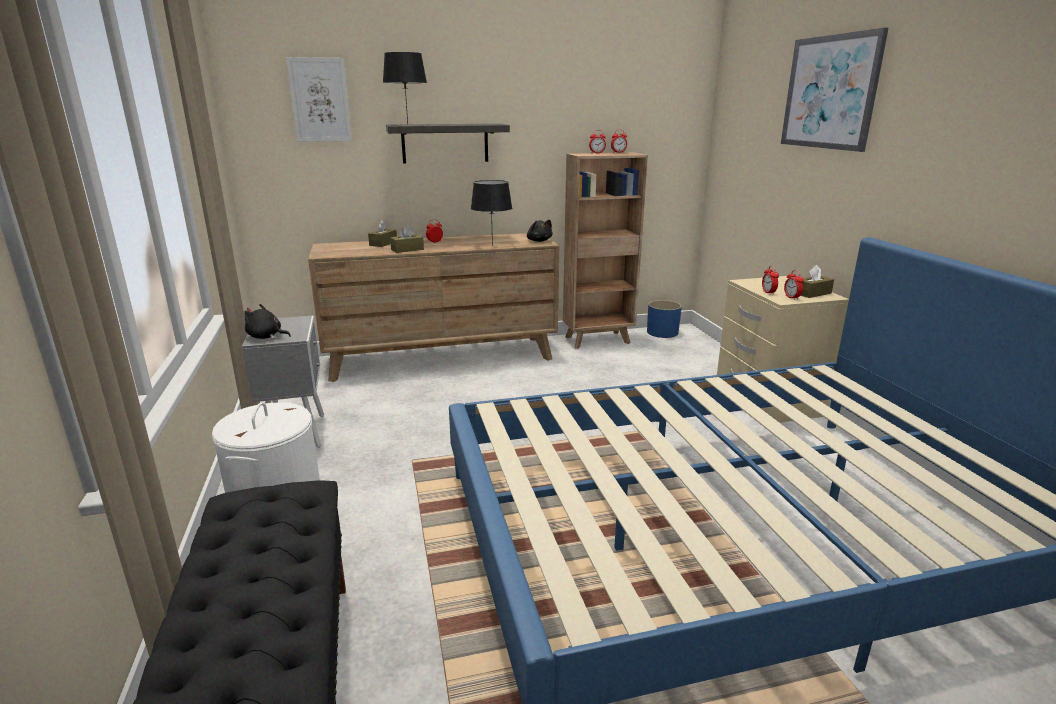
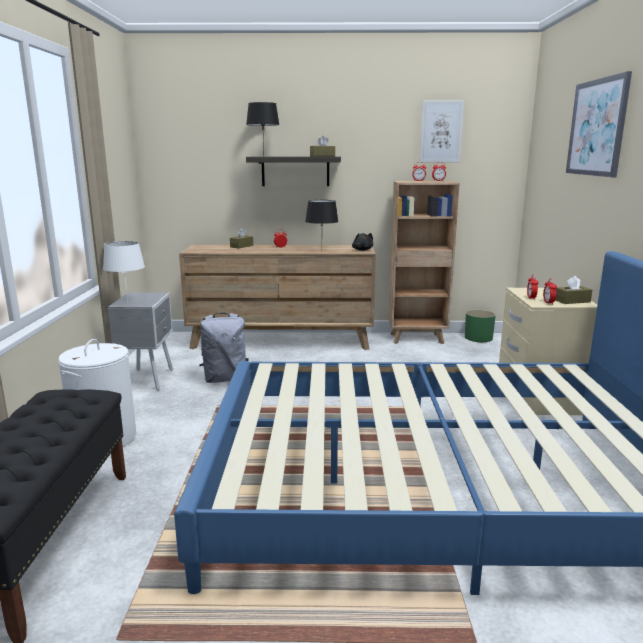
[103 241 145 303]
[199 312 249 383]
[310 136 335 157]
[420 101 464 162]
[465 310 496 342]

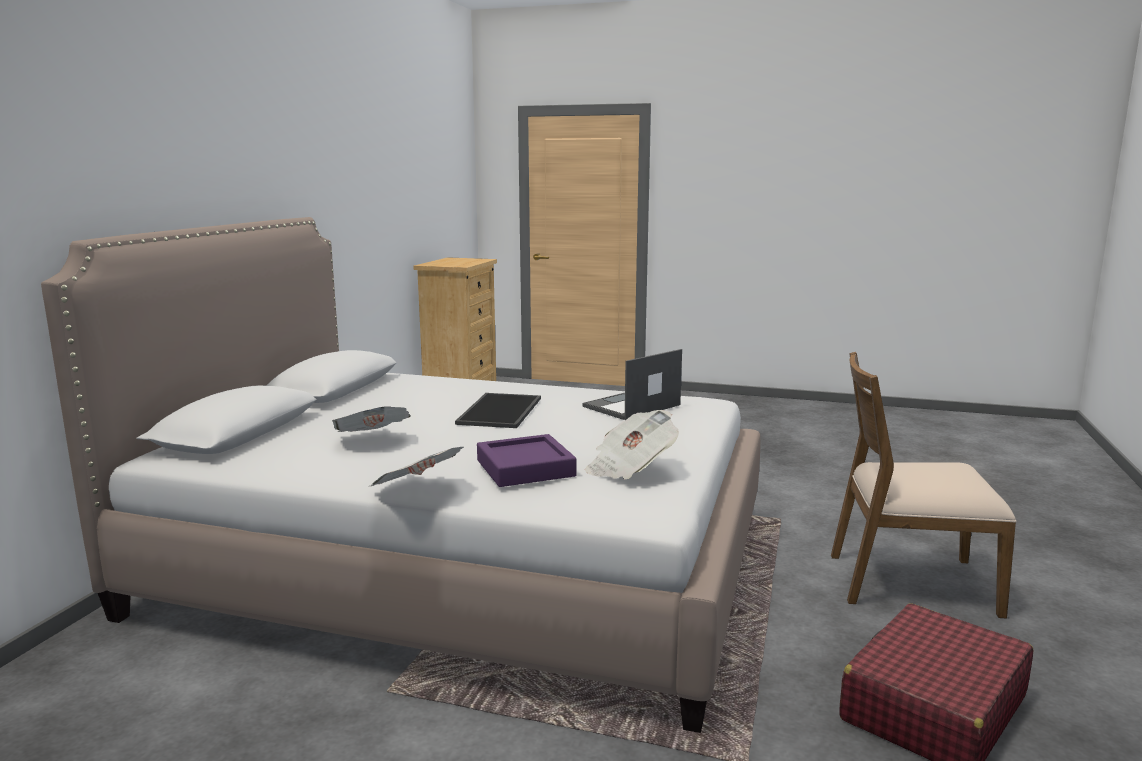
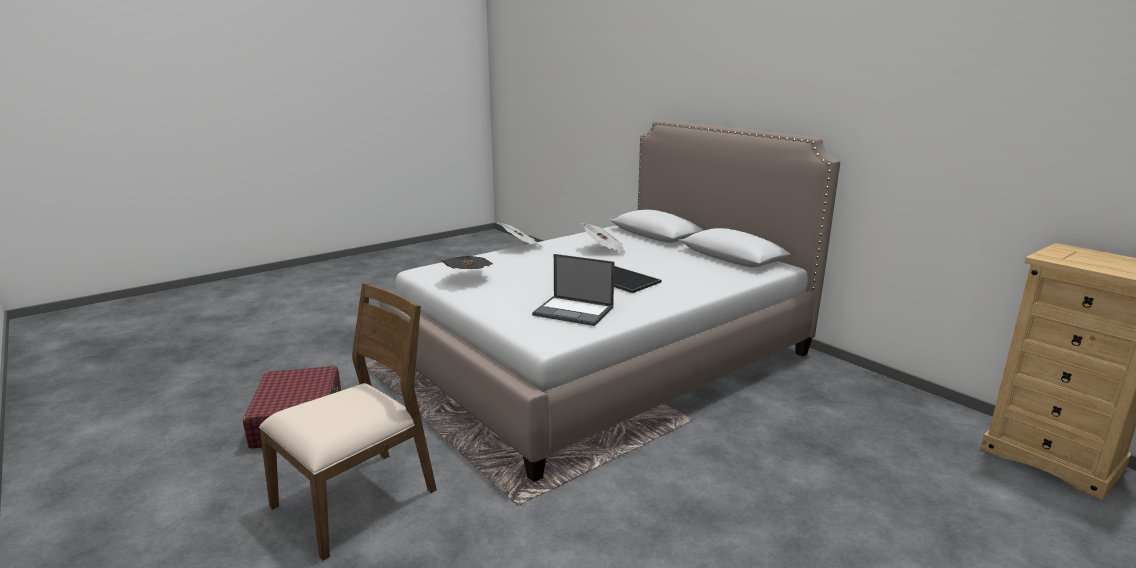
[532 254 614 326]
[477 434 577 487] (first image)

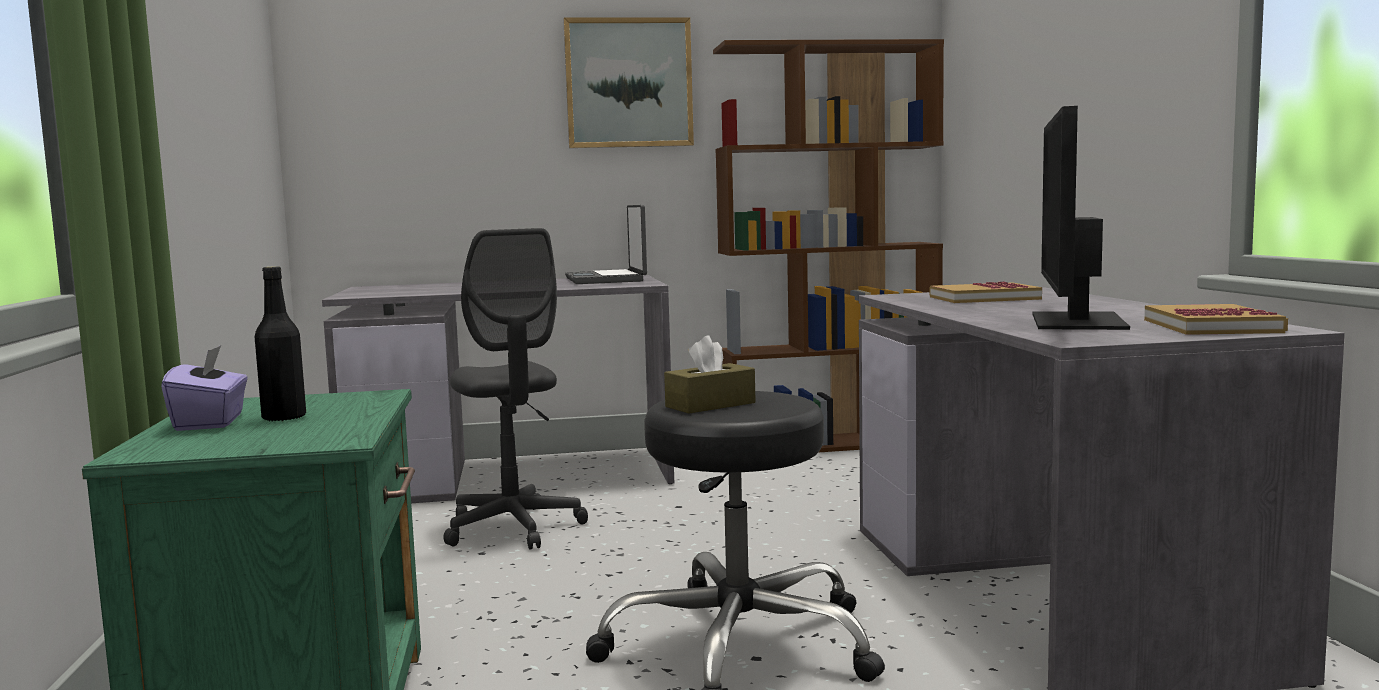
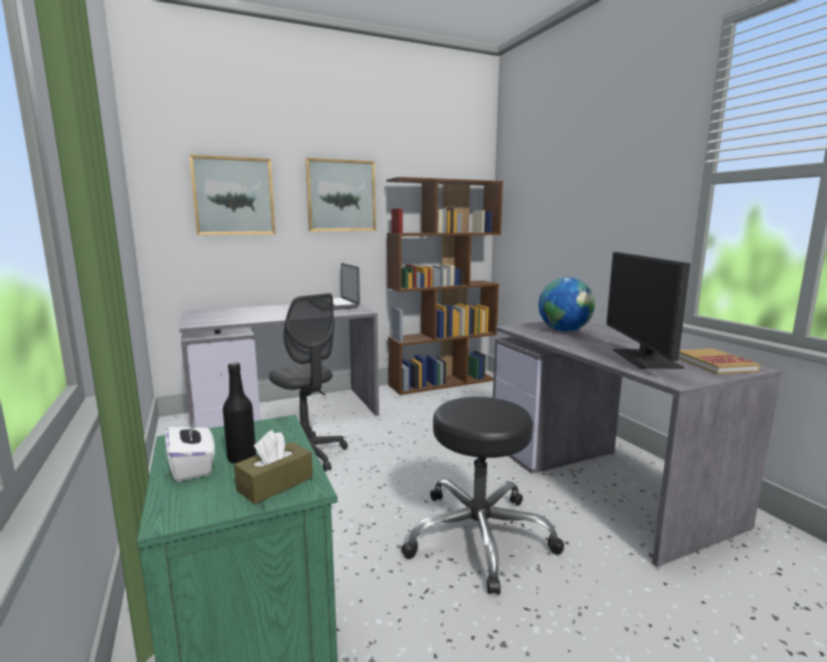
[165 416 215 482]
[189 155 275 235]
[234 430 313 504]
[538 277 595 332]

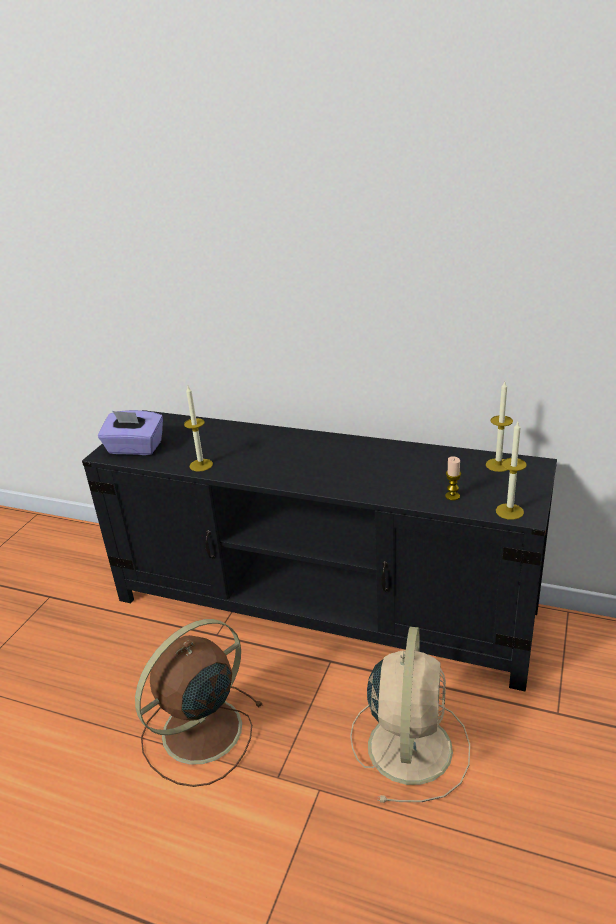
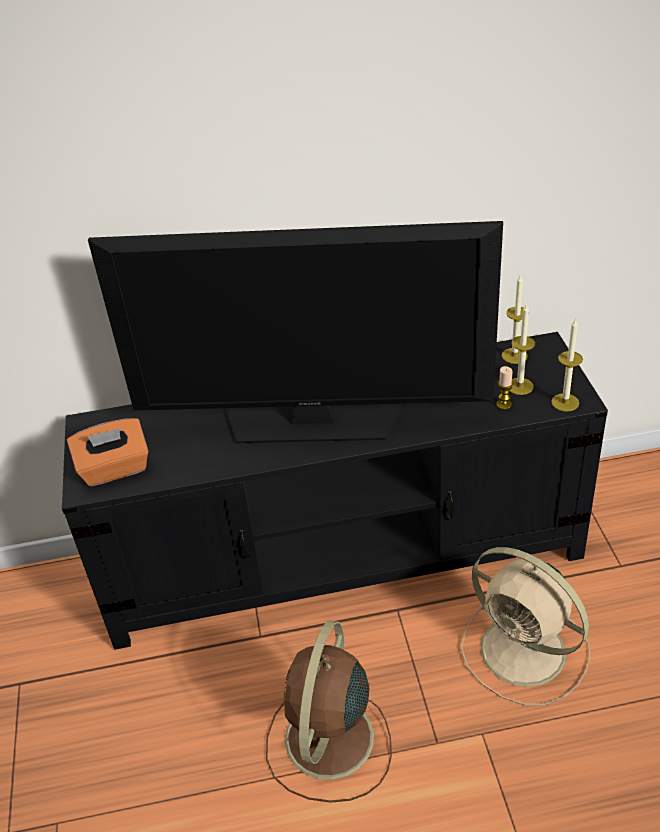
[67 418 148 487]
[88 221 503 443]
[461 547 590 705]
[509 303 535 395]

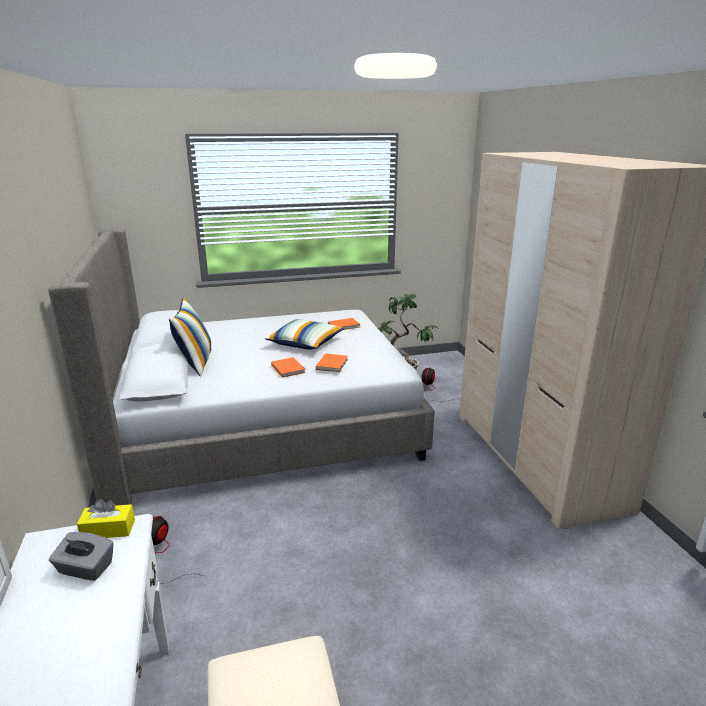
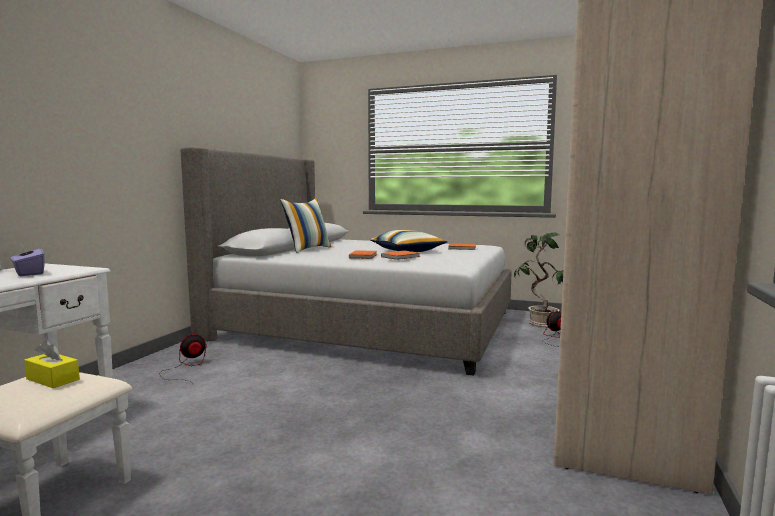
[10 244 45 276]
[24 340 80 388]

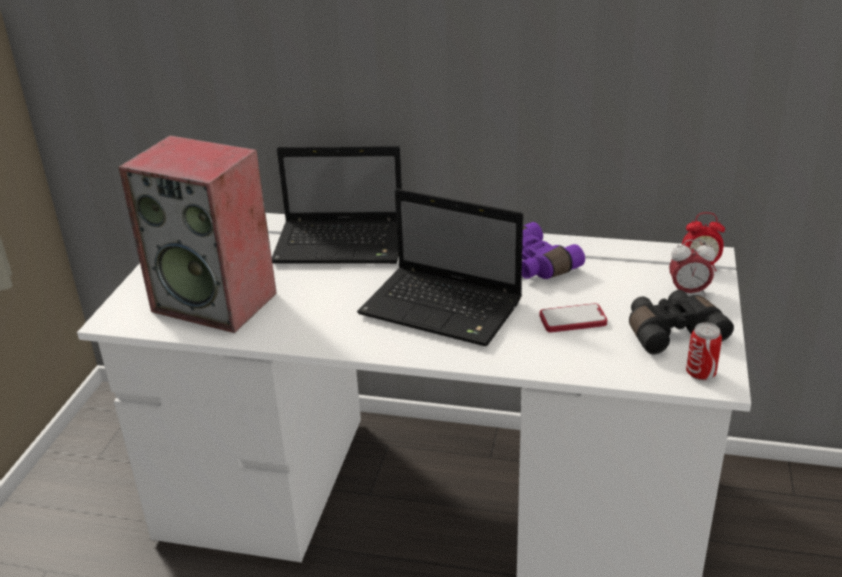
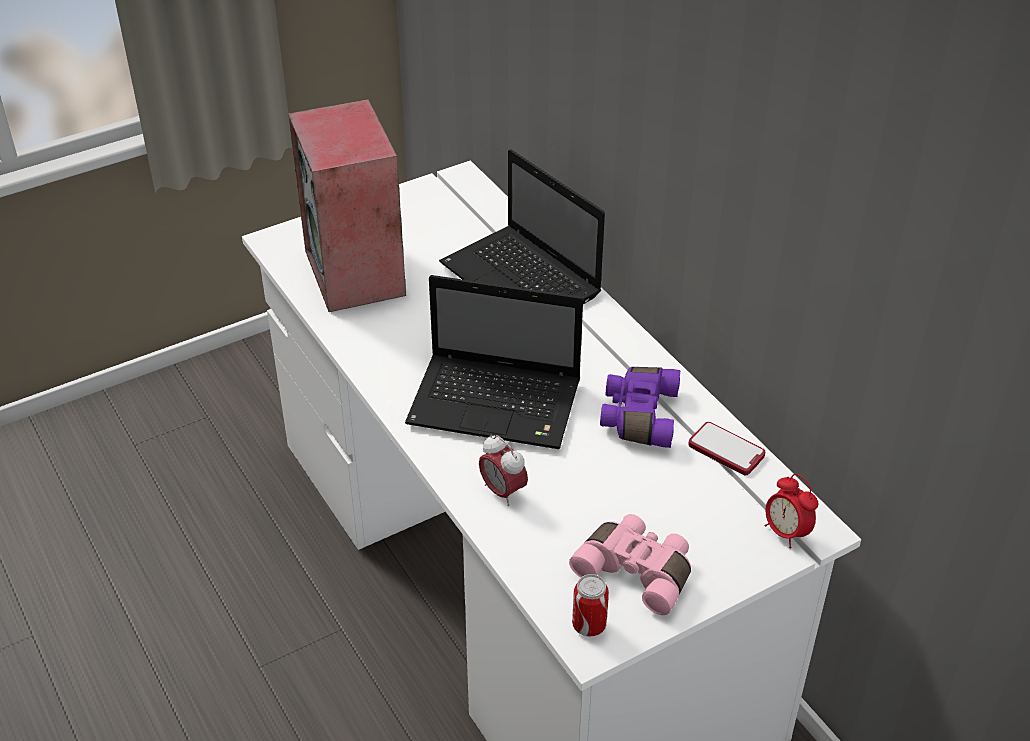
[405 275 583 449]
[479 435 528 506]
[569 514 691 615]
[688 422 765 475]

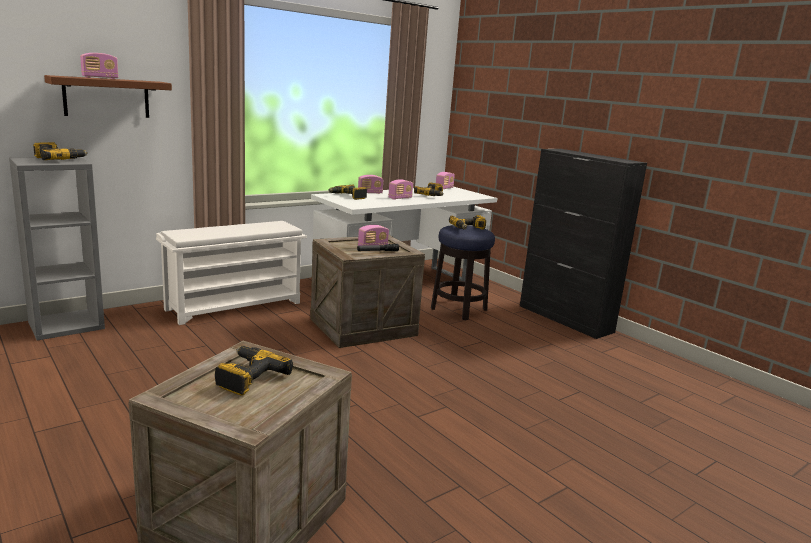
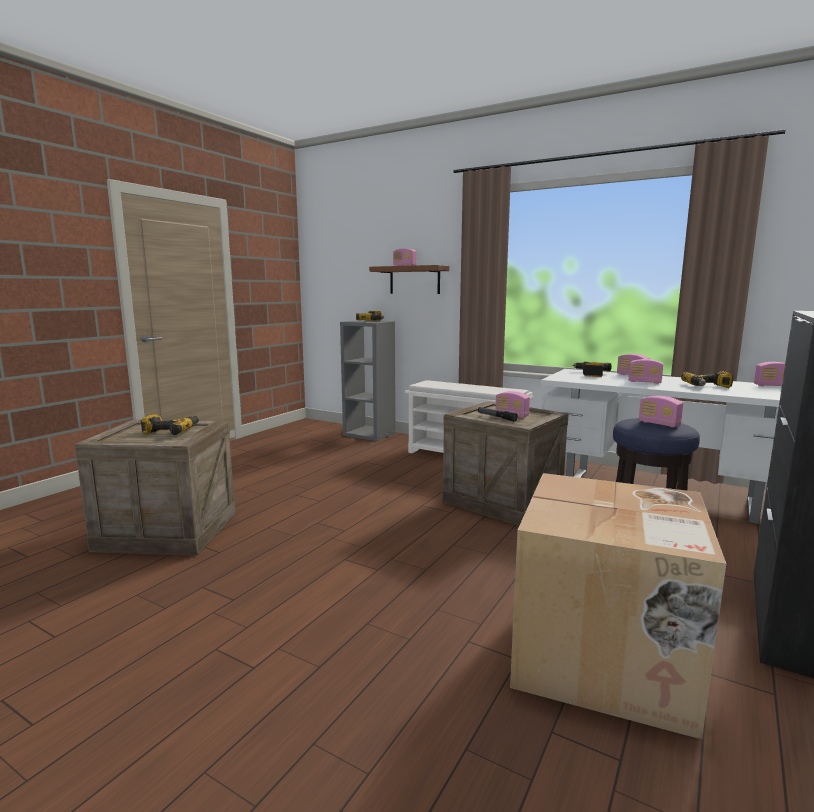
[510 473 726 740]
[639 396 683 427]

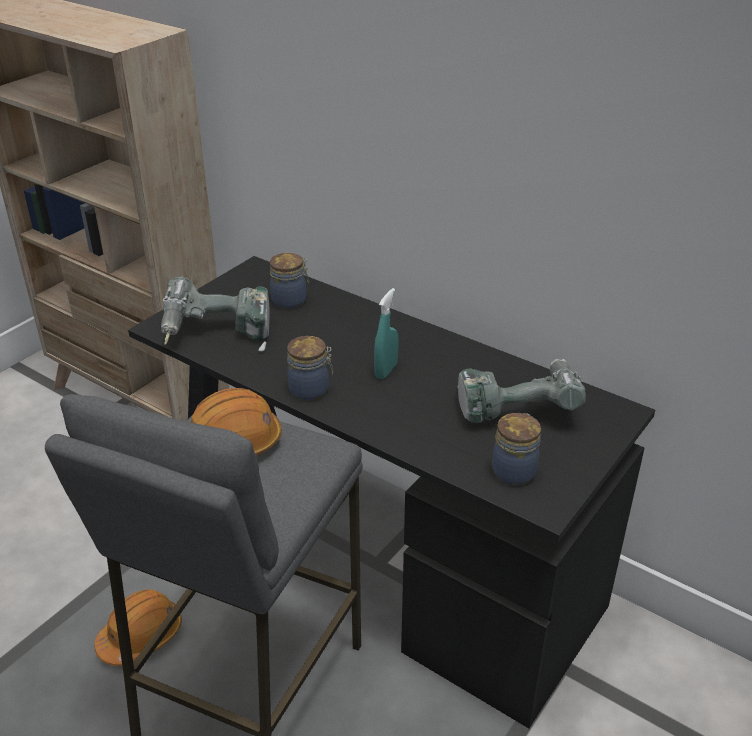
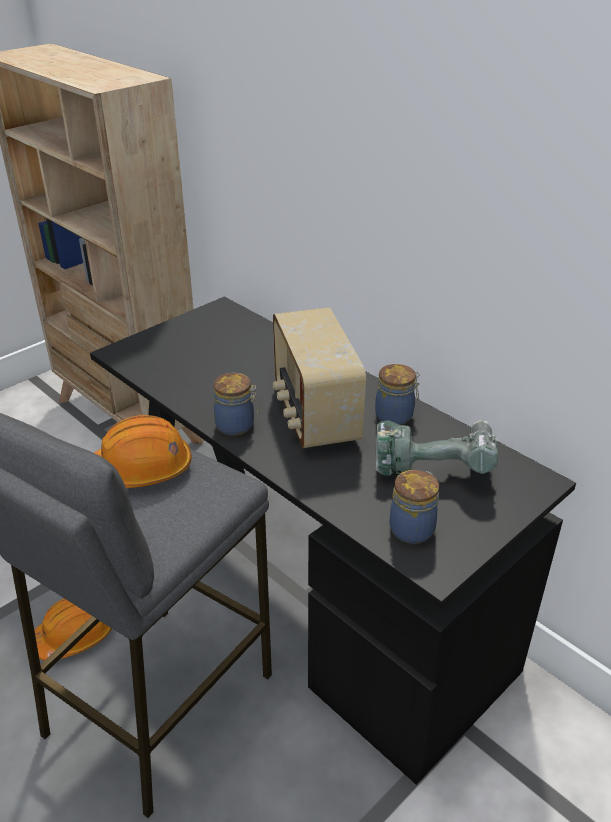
[273 307 366 448]
[375 364 420 425]
[161 276 270 352] (first image)

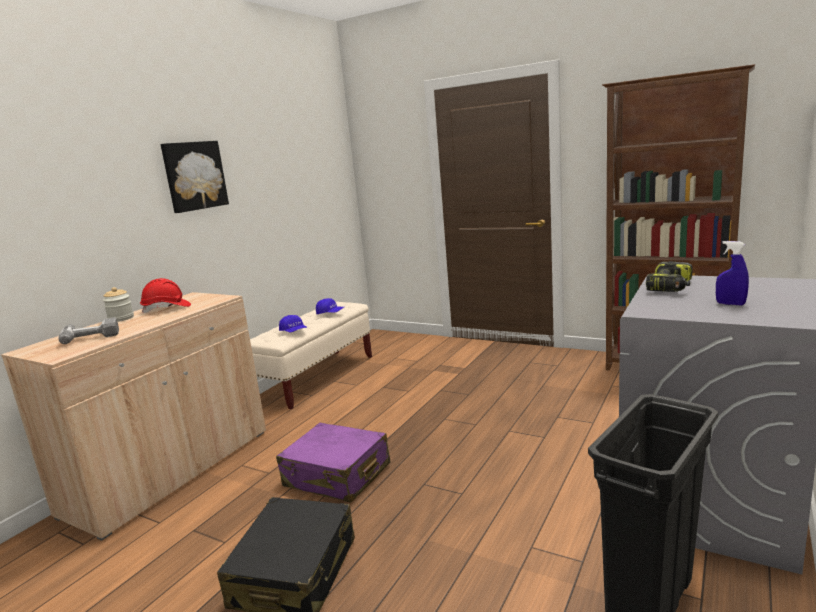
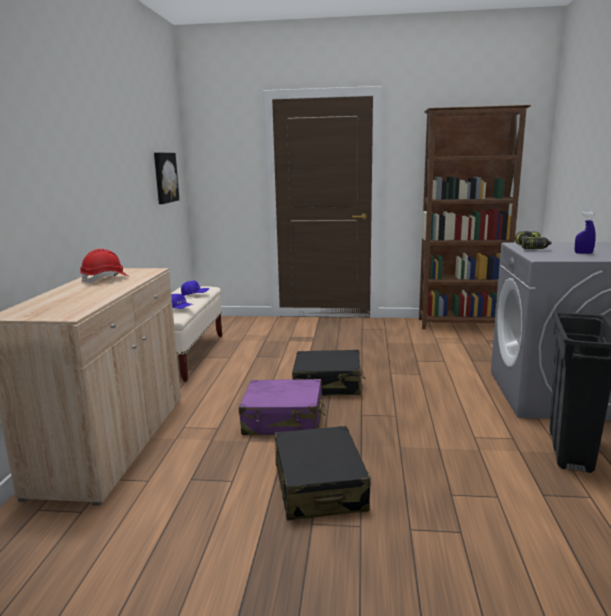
[154 153 179 204]
[292 350 366 396]
[58 317 119 344] (first image)
[103 287 134 322] (first image)

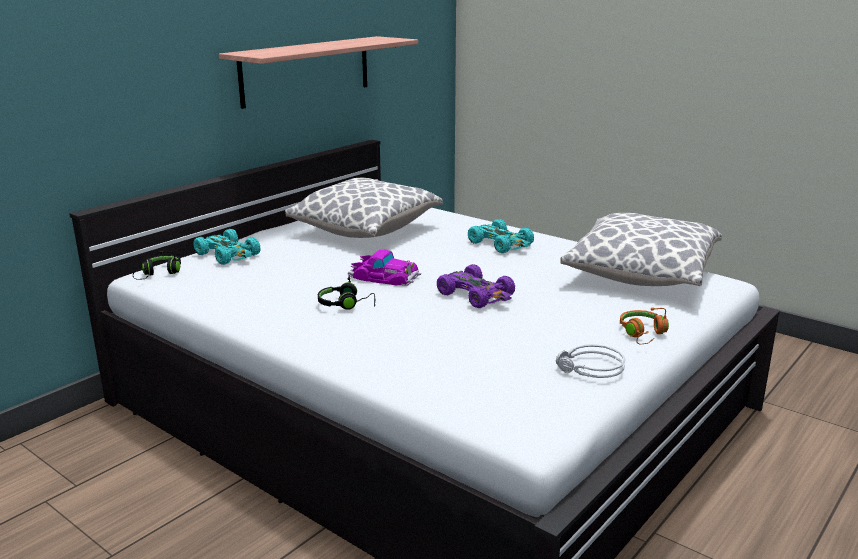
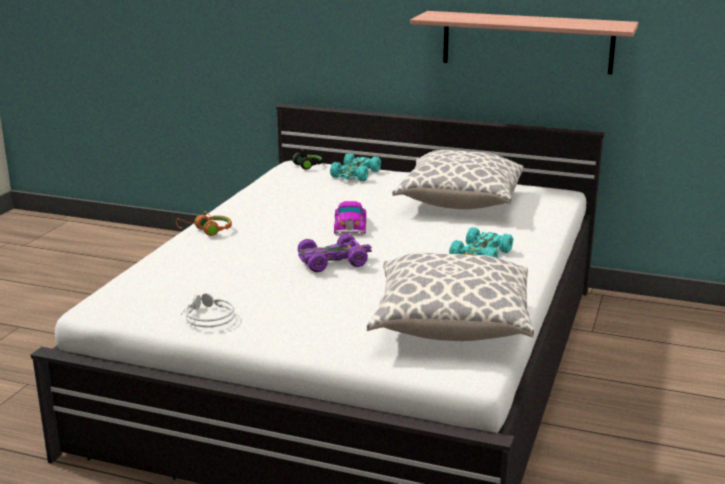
[176 211 232 236]
[298 234 372 272]
[318 275 375 310] (first image)

